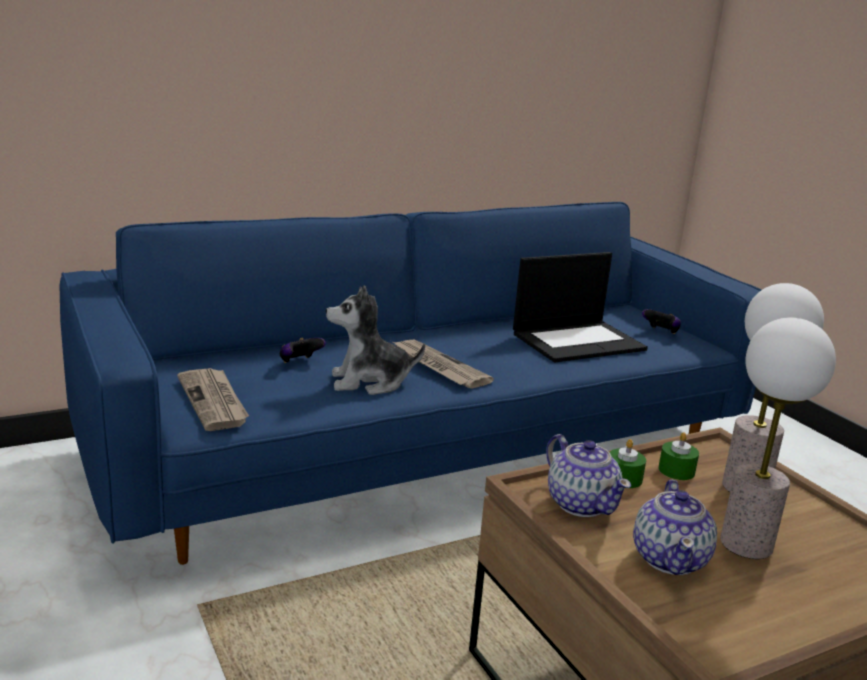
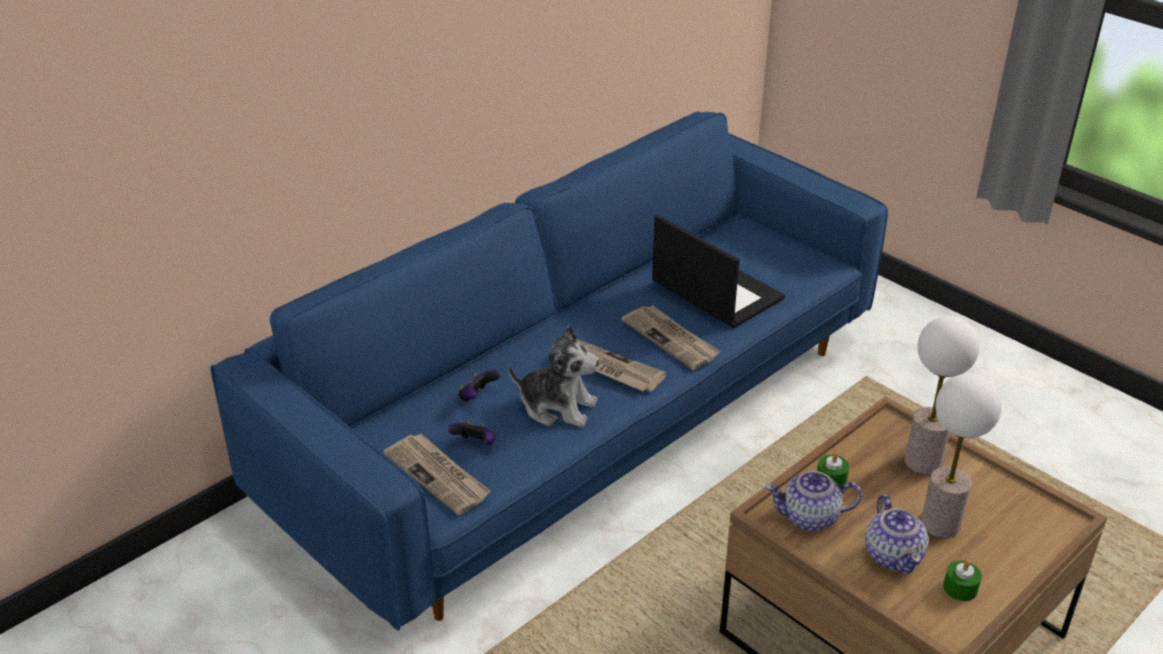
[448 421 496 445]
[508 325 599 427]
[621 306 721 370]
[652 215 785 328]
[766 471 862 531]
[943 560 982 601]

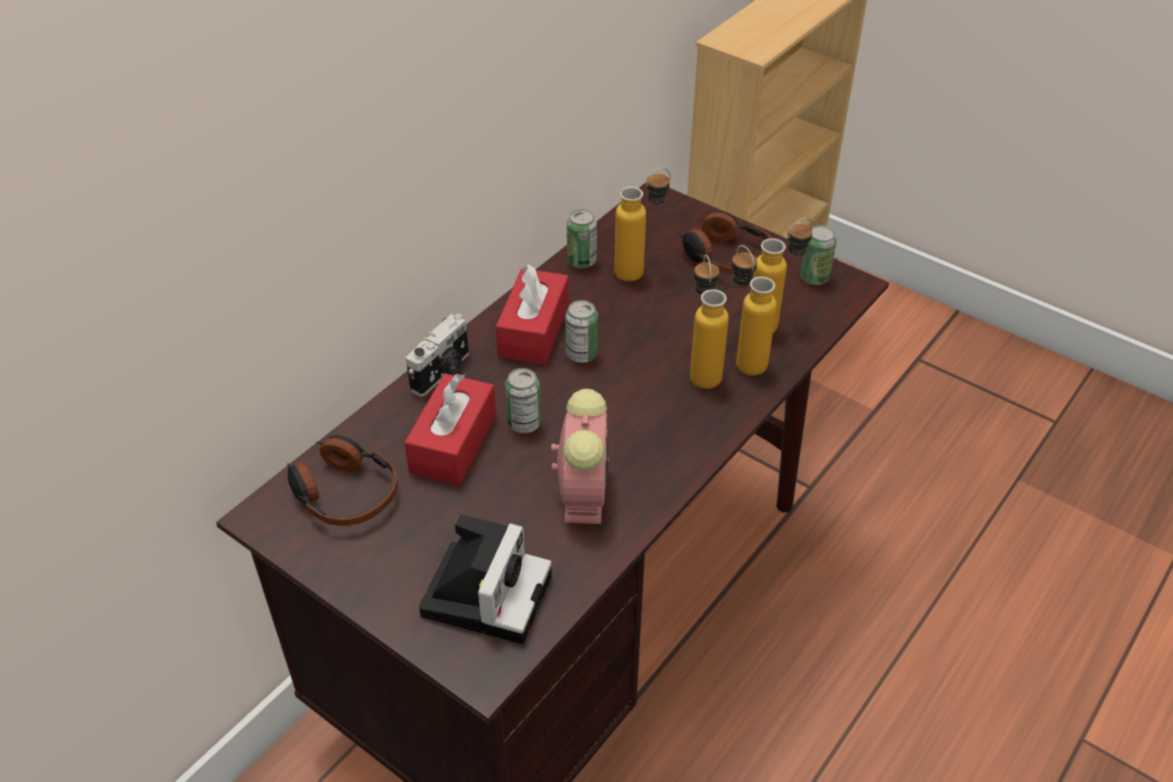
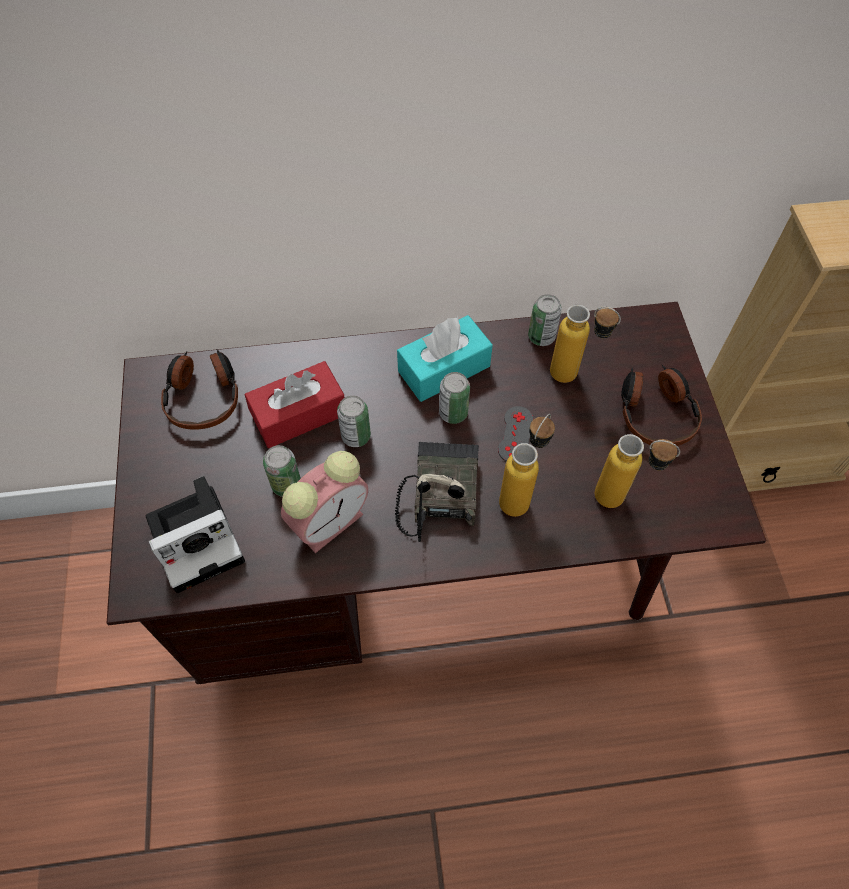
[263 445 301 497]
[395 442 479 542]
[397 315 493 402]
[498 406 533 461]
[406 314 469 397] (first image)
[732 245 777 375] (first image)

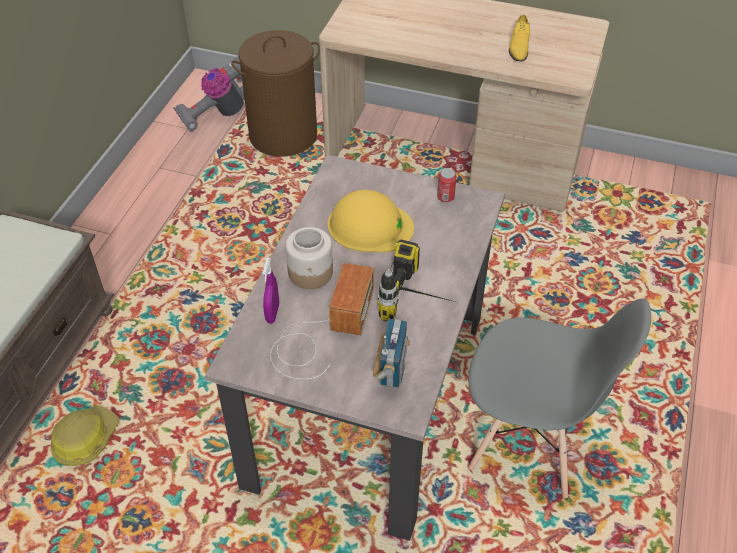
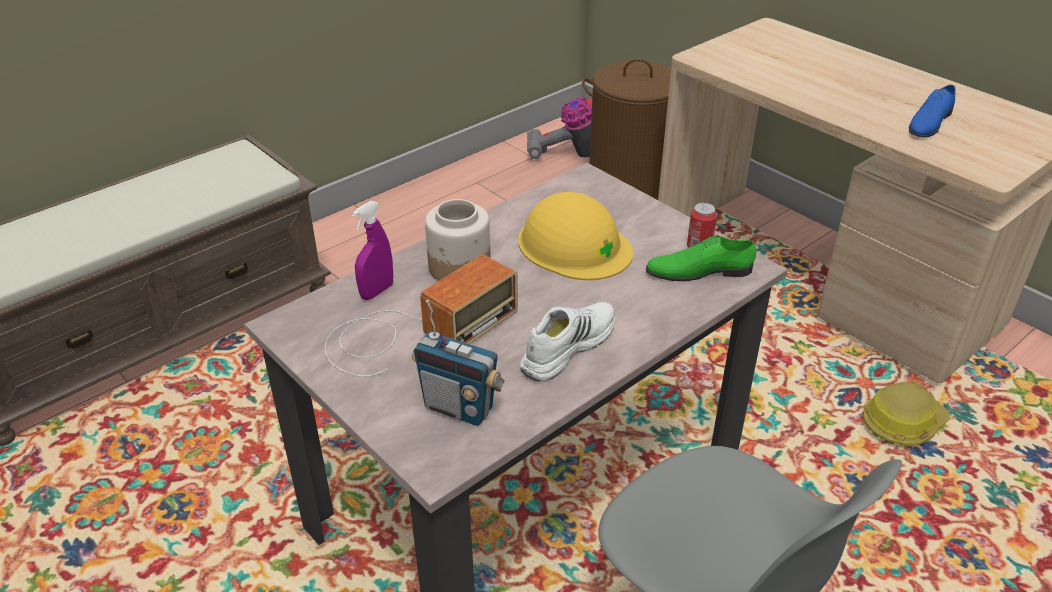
[412 300 505 426]
[520 302 615 382]
[646 235 756 281]
[863 382 950 446]
[909 85 956 138]

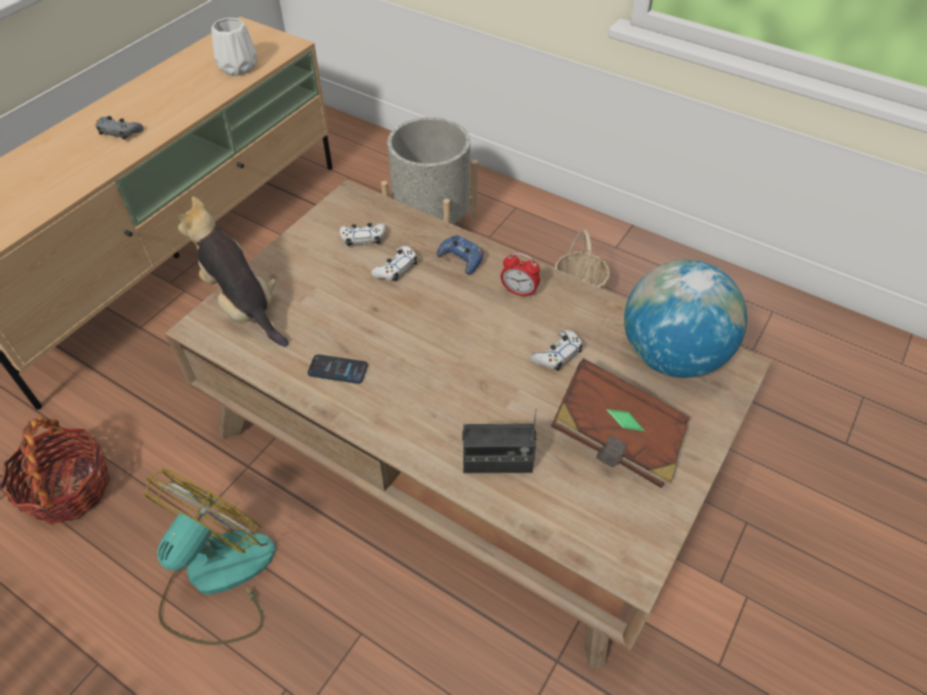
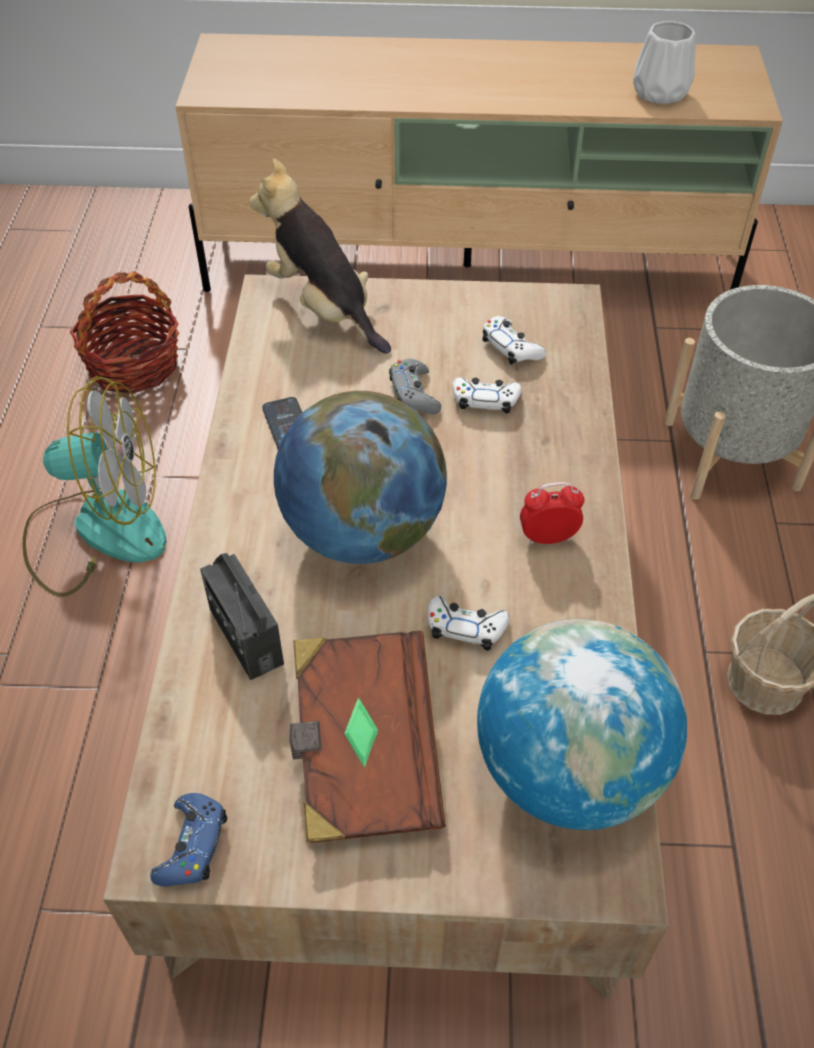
[150 793 227 886]
[249 158 391 354]
[274 391 447 564]
[389 359 441 414]
[520 482 585 545]

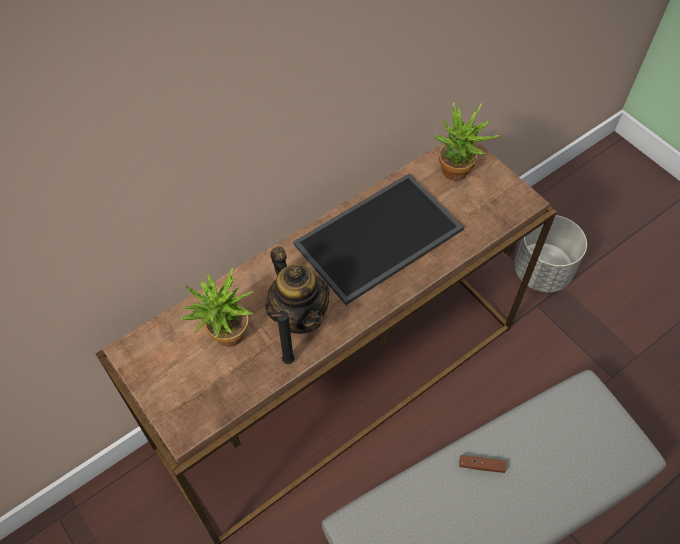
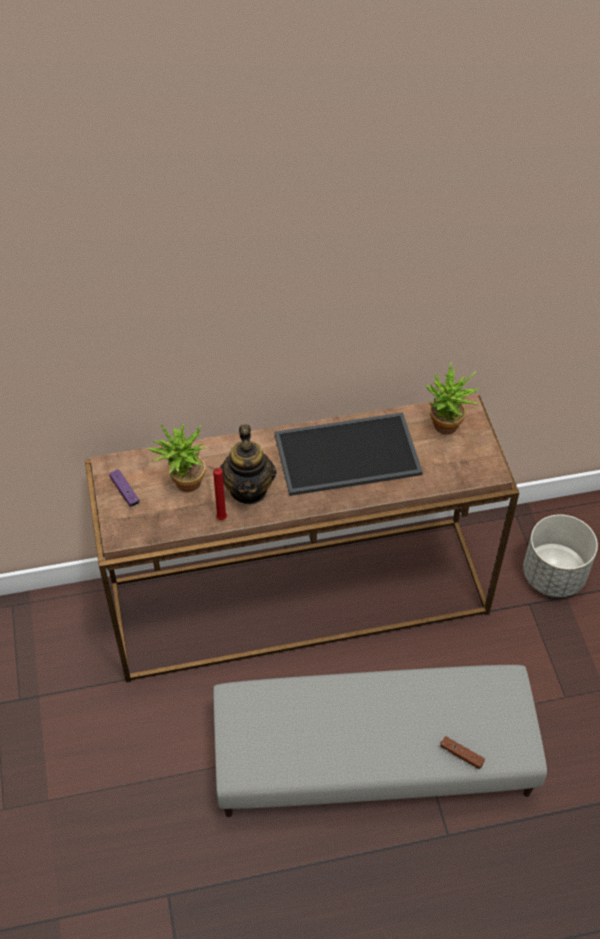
[109 469 140 507]
[208 466 227 520]
[440 736 485 769]

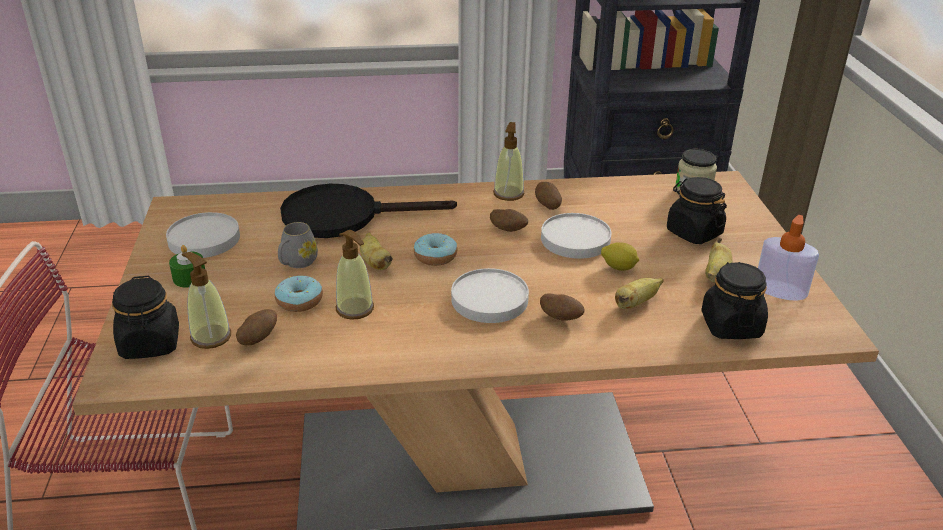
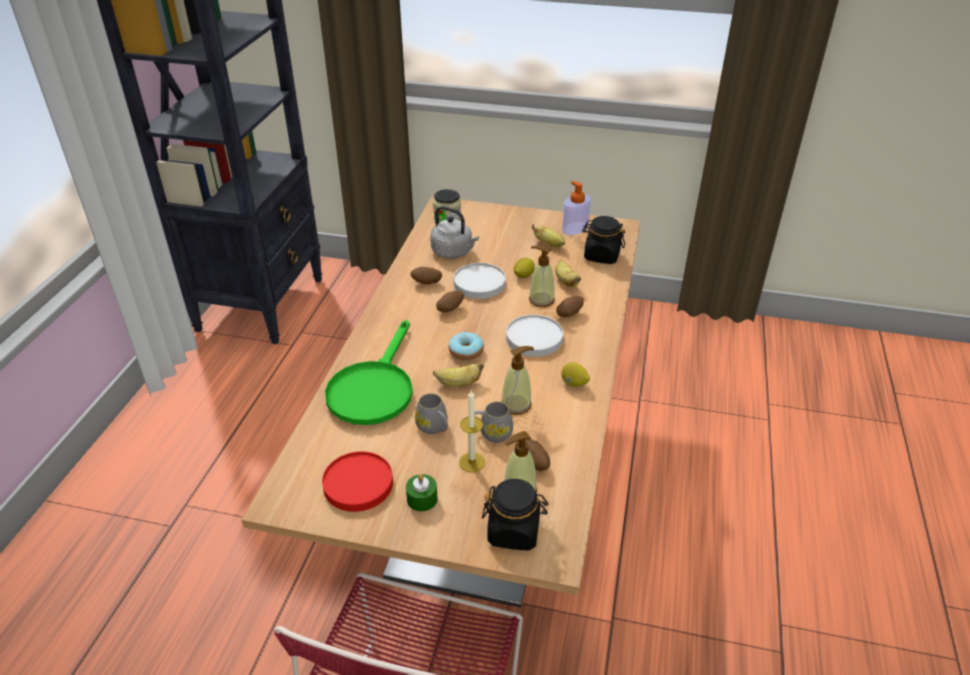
[322 451 393 512]
[325 320 413 425]
[430 206 479 258]
[459 391 485 472]
[474 401 513 443]
[529 245 555 307]
[561 362 590 387]
[667 177 727 244] (first image)

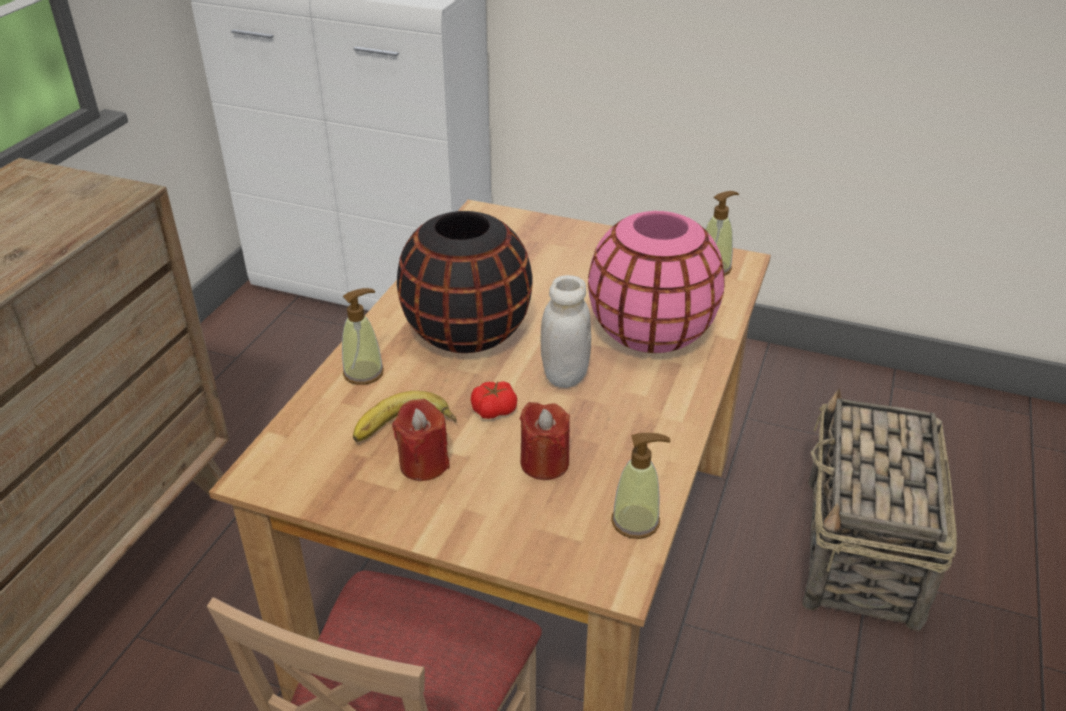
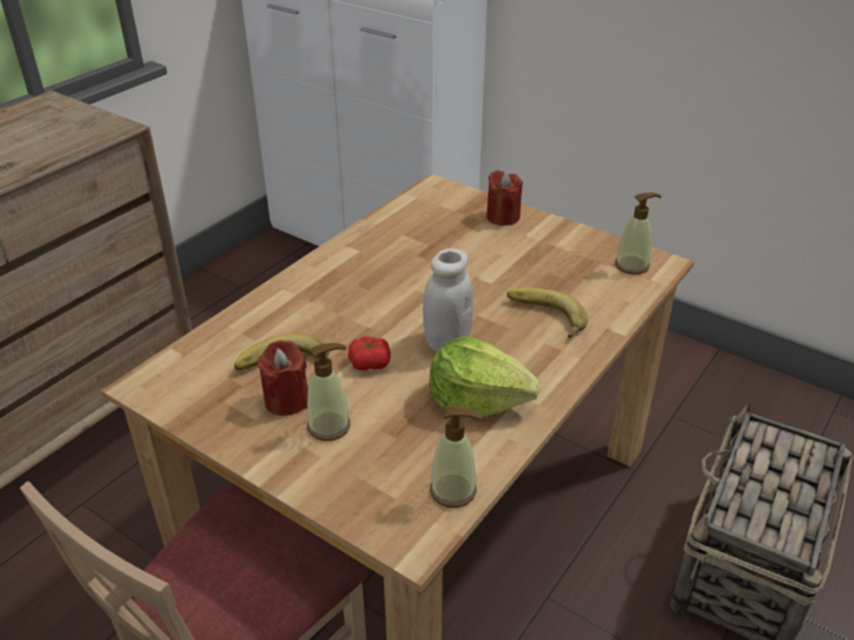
[307 343 350 441]
[429 336 541 416]
[487 170 523 226]
[507 287 588 338]
[397 211 533 353] (first image)

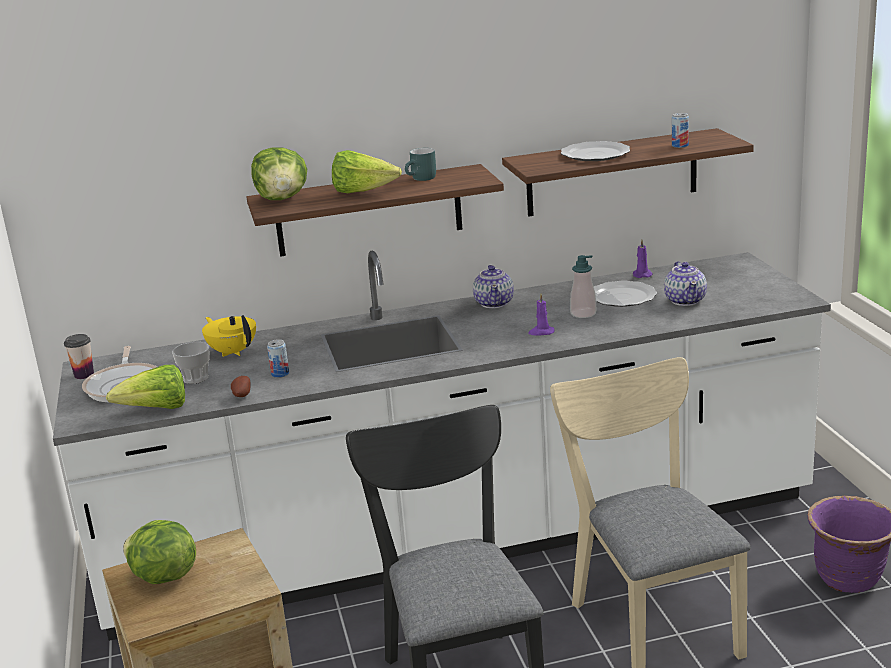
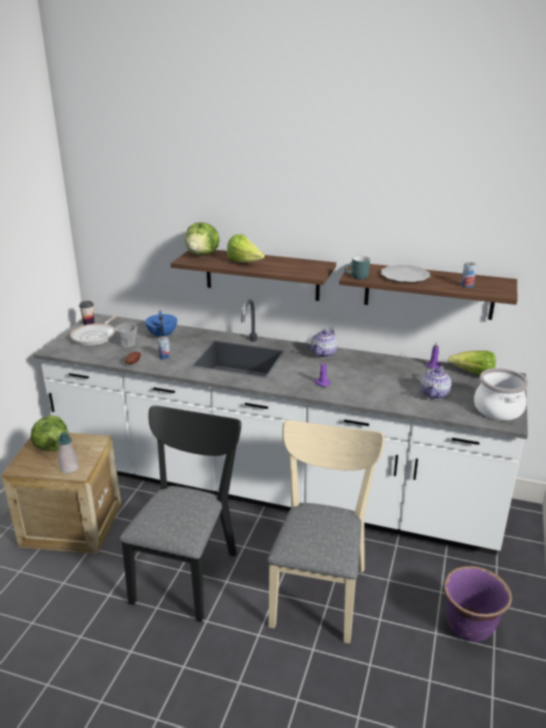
[57 432 79 473]
[145 311 177 337]
[345 256 370 279]
[448 351 496 375]
[474 368 528 420]
[594 281 657 307] (first image)

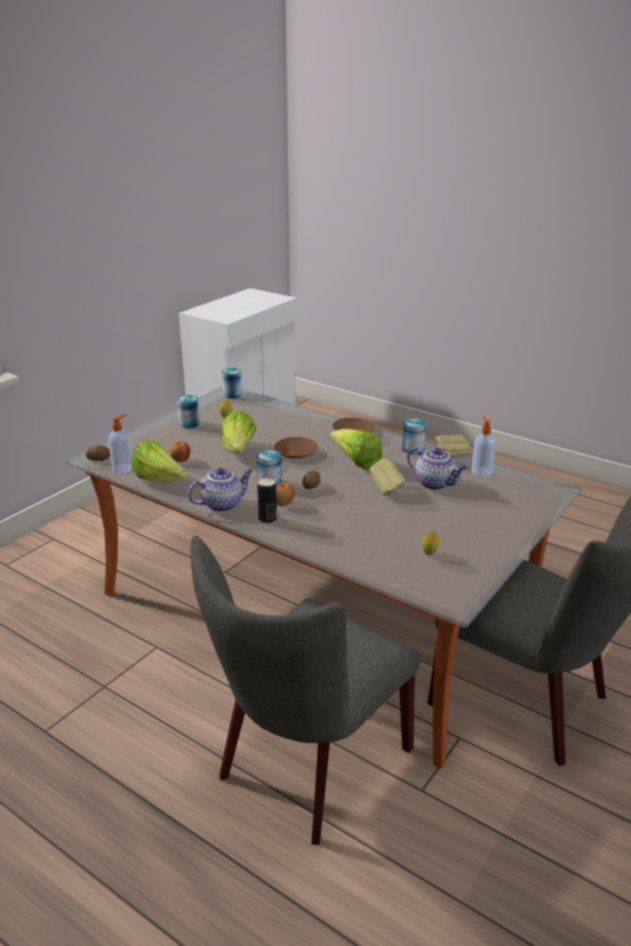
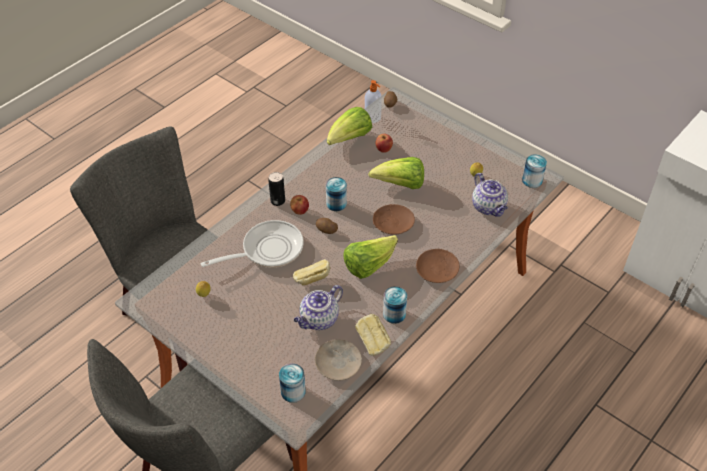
[201 220 304 268]
[279 363 306 403]
[315 339 362 381]
[472 173 508 217]

